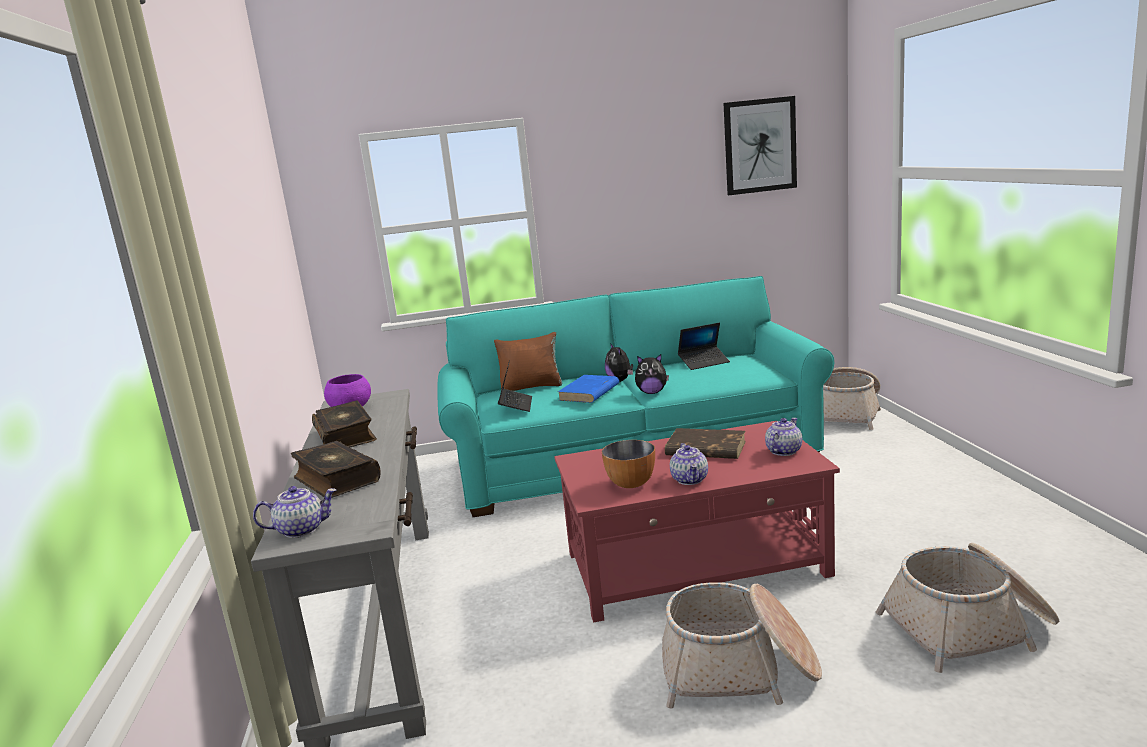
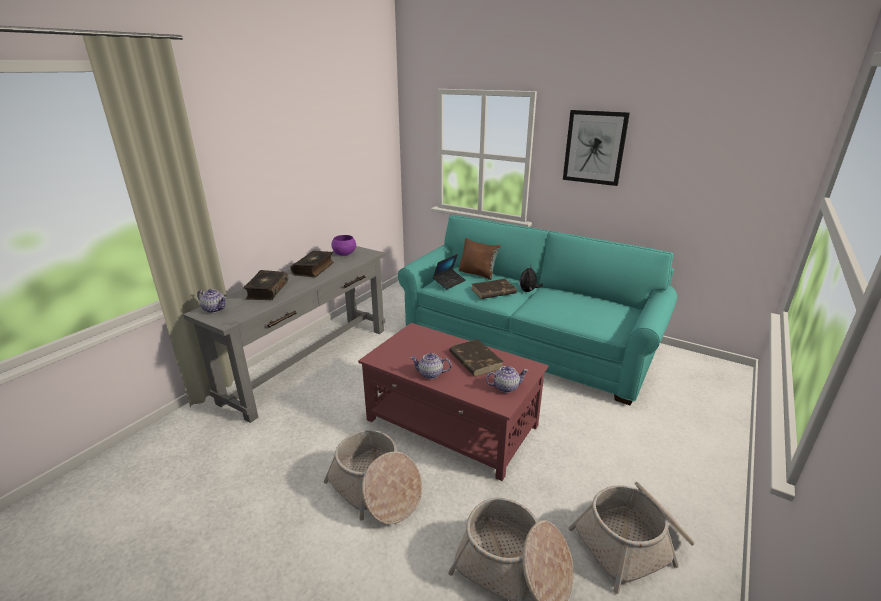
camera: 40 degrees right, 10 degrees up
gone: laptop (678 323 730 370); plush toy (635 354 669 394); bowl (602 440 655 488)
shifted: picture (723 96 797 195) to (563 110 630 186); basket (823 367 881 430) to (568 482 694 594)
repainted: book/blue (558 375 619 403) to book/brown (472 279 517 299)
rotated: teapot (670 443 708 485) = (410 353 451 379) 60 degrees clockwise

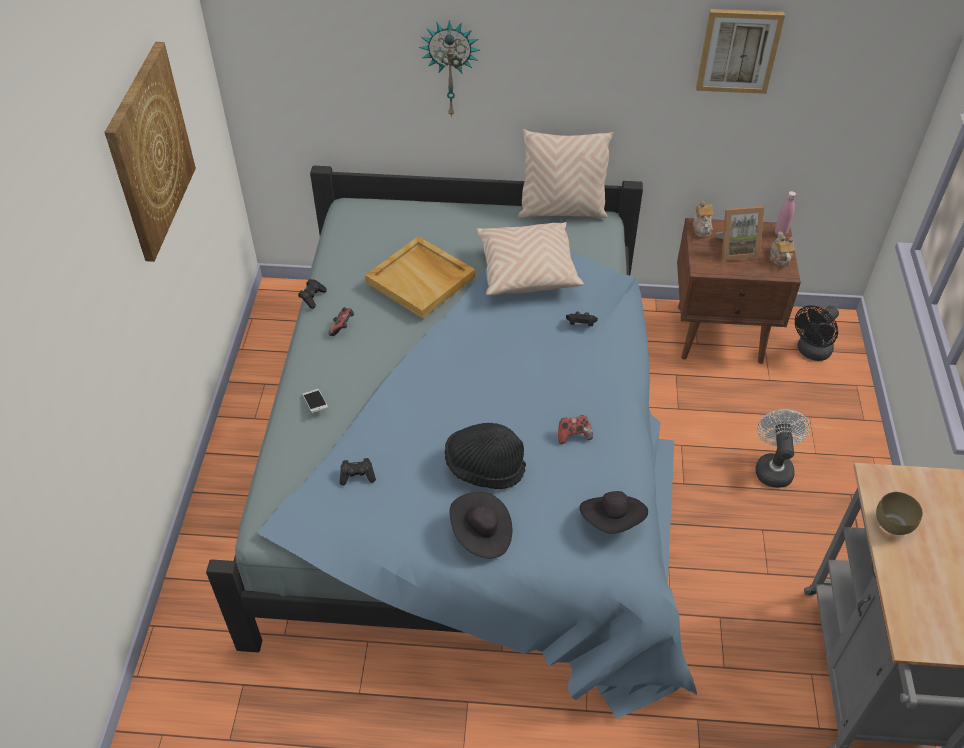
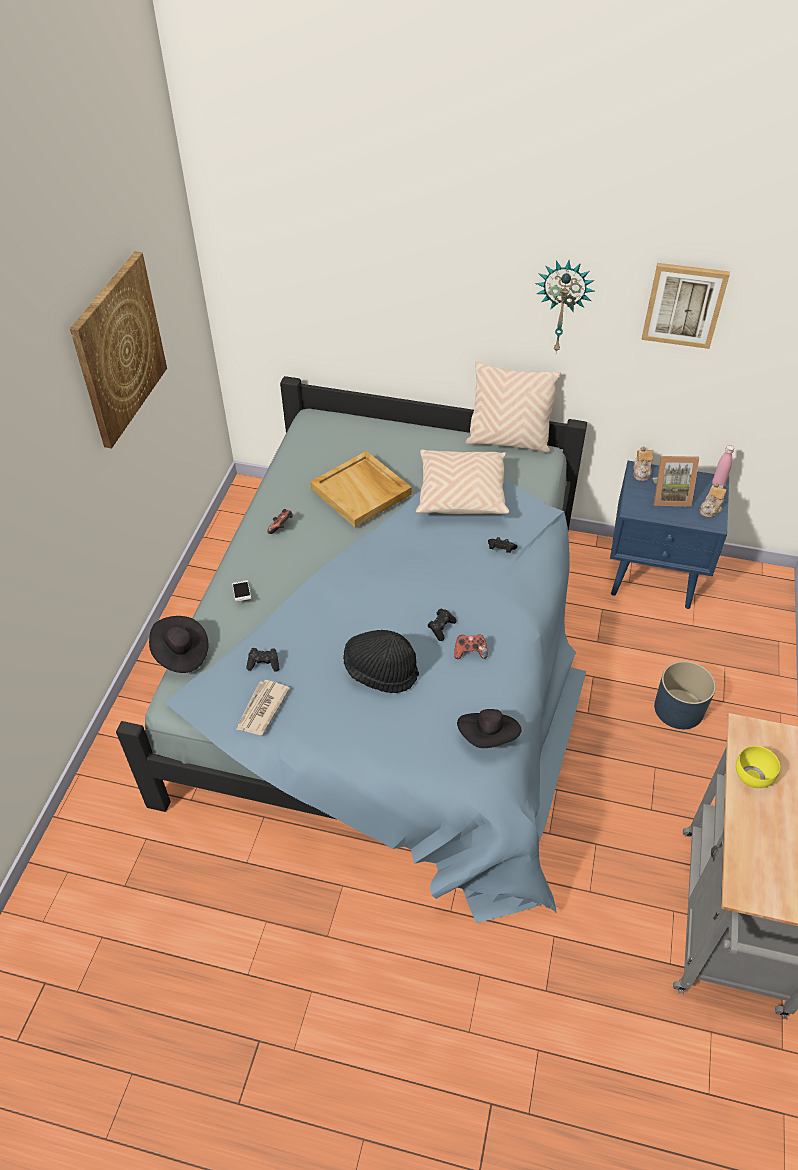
camera: 10 degrees right, 0 degrees up
gone: fan/black (795 305 839 361)
new: newspaper (236 680 290 735)
shifted: wall clock (419 20 480 118) to (535 260 595 352); game controller/black (298 279 327 309) to (427 609 456 641); hat/black (449 492 512 558) to (149 616 208 673)
swapped: fan/white (755 409 810 488) to planter/blue (654 661 716 729)
repainted: nightstand/brown (677 218 801 364) to nightstand/blue (610 461 729 609); bowl/brown (876 492 923 535) to bowl/yellow (736 746 780 788)
rotated: teapot (770 231 795 266) = (699 482 727 517) 150 degrees counterclockwise

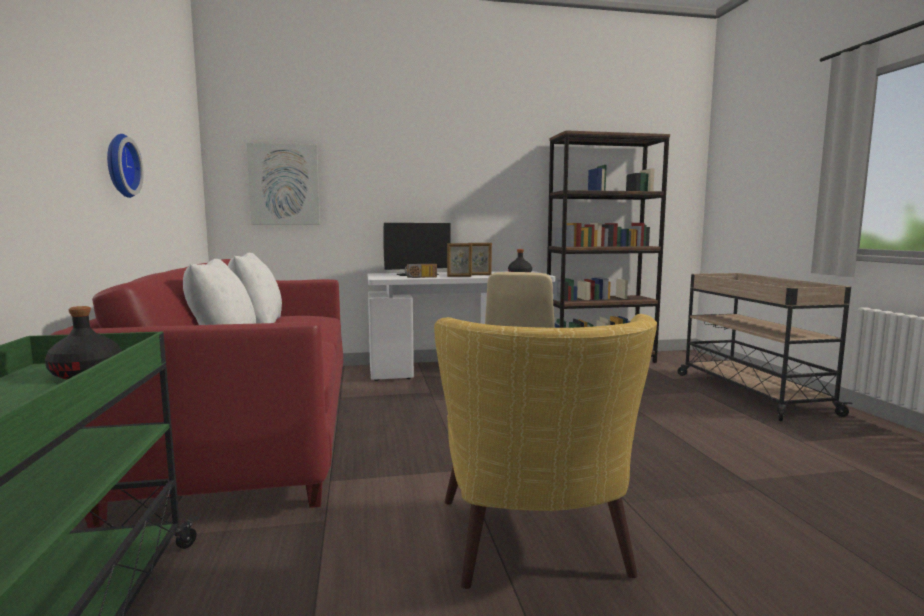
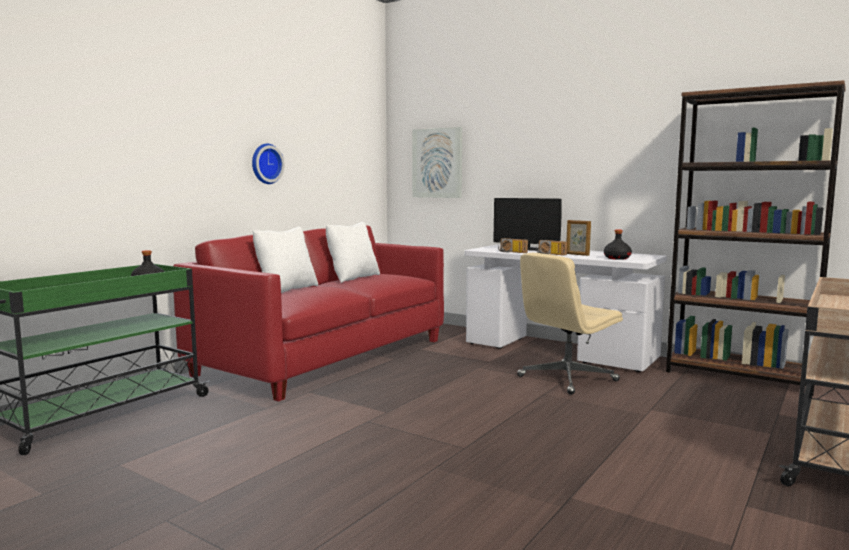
camera: 45 degrees right, 0 degrees up
gone: armchair/yellow (434 314 657 589)
swapped: picture frame (447 243 472 277) to radio (536 240 567 256)

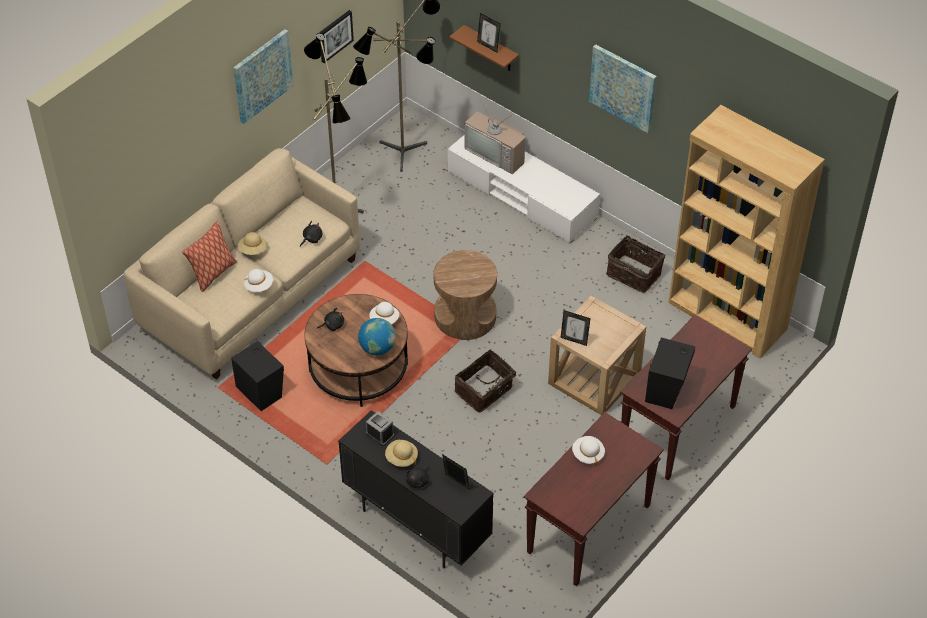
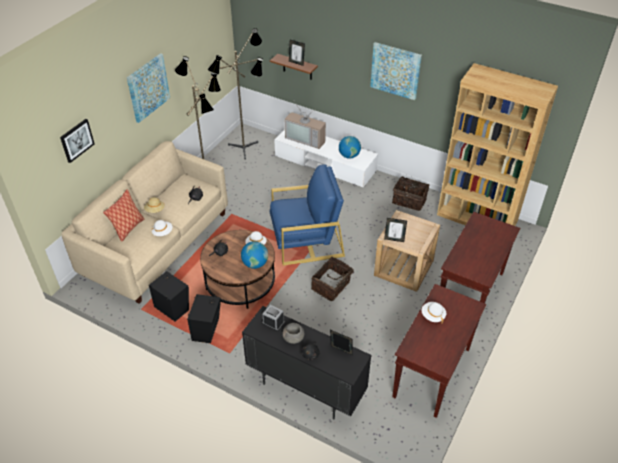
camera: 10 degrees left, 5 degrees down
new: globe (339 136 361 158)
shifted: picture (319 10 354 63) to (60 119 95 163); speaker/black (645 337 695 409) to (187 294 221 343)
swapped: side table/brown (434 250 497 340) to armchair/blue (270 164 345 266); hat/beige (385 440 418 467) to bowl/grey (283 323 305 344)

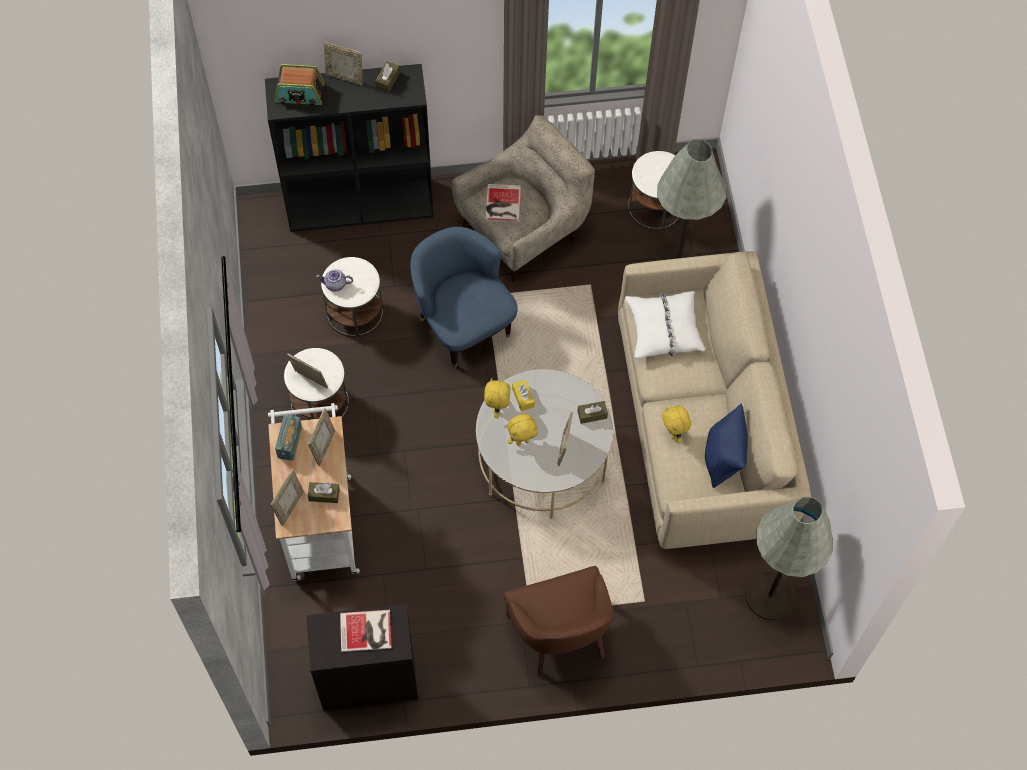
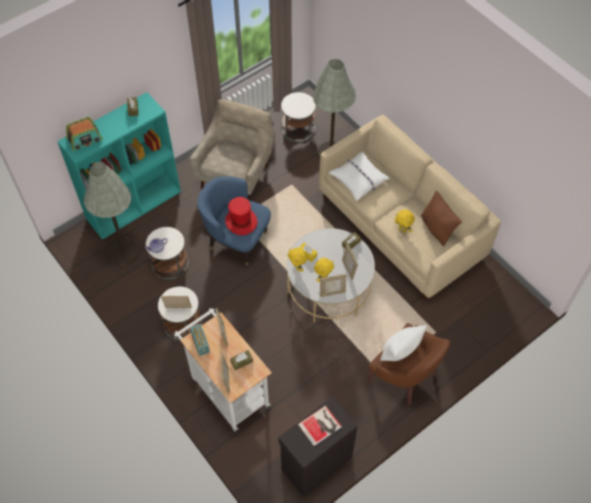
camera: 30 degrees left, 5 degrees down
gone: book (485 184 522 222)
new: hat/red (225 197 258 235); pillow/white (380 325 427 361)
shifted: picture frame (324 42 362 85) to (320 274 346 297); floor lamp/grey (746 497 833 620) to (84 162 140 264)
repainted: bookcase/black (265 64 434 232) to bookcase/turquoise (57 92 181 239); pillow/blue (705 404 748 488) to pillow/brown (421 190 462 246)

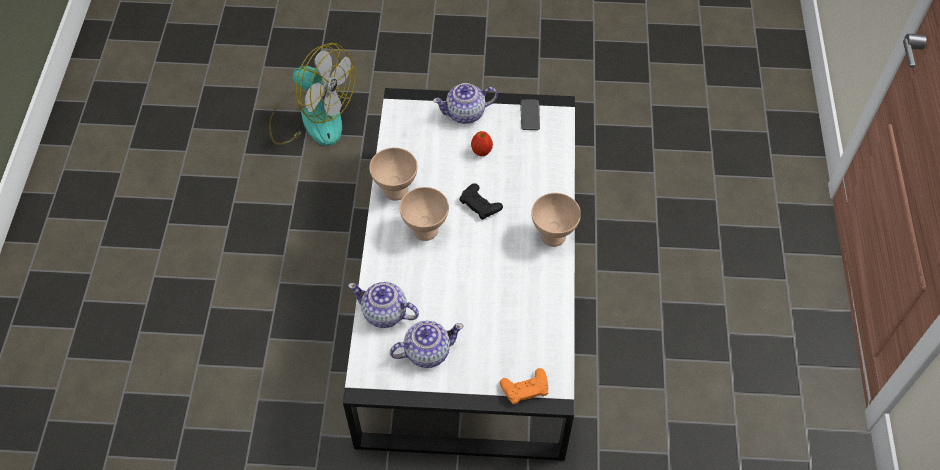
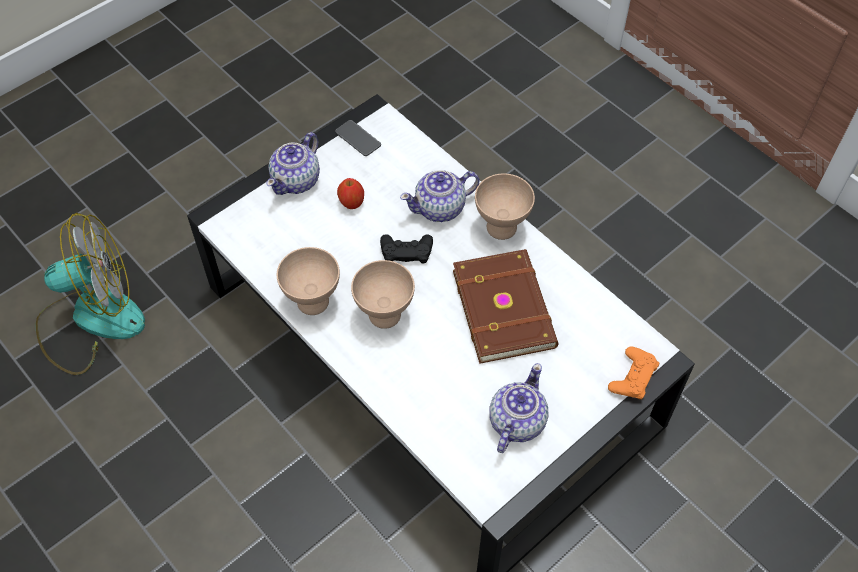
camera: 45 degrees left, 0 degrees up
new: book/brown (453 249 559 364)
shifted: teapot (348 282 419 328) to (400 170 479 222)

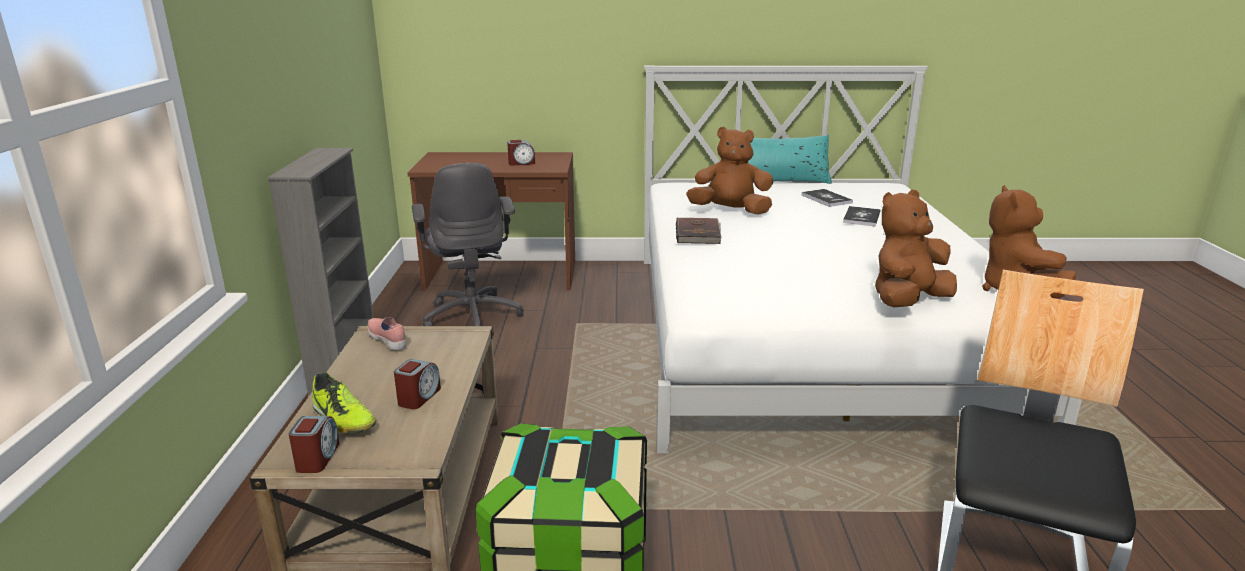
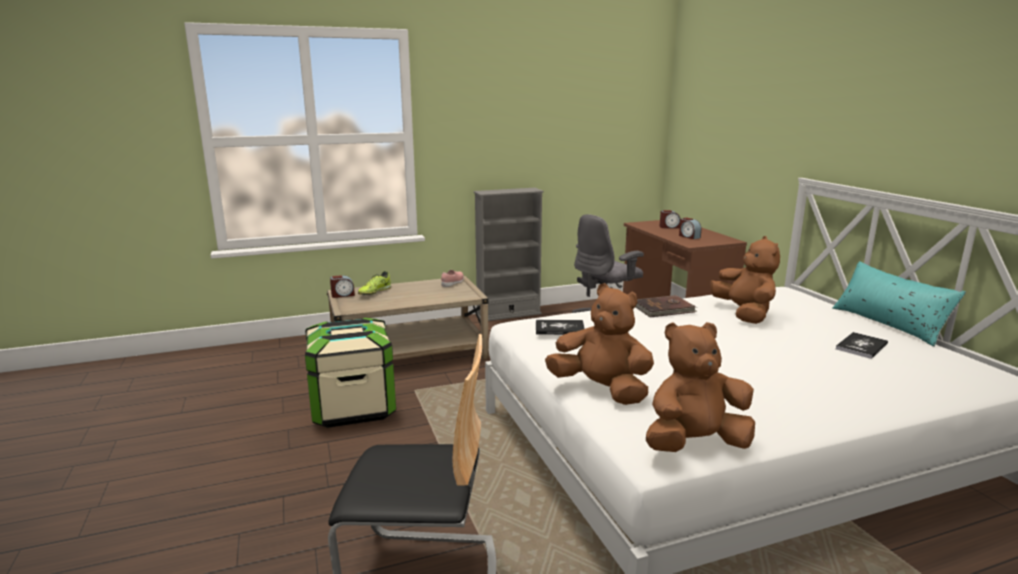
camera: 70 degrees right, 5 degrees down
shifted: book (843 206 880 227) to (536 320 585 335); alarm clock (394 359 441 409) to (660 210 681 228)

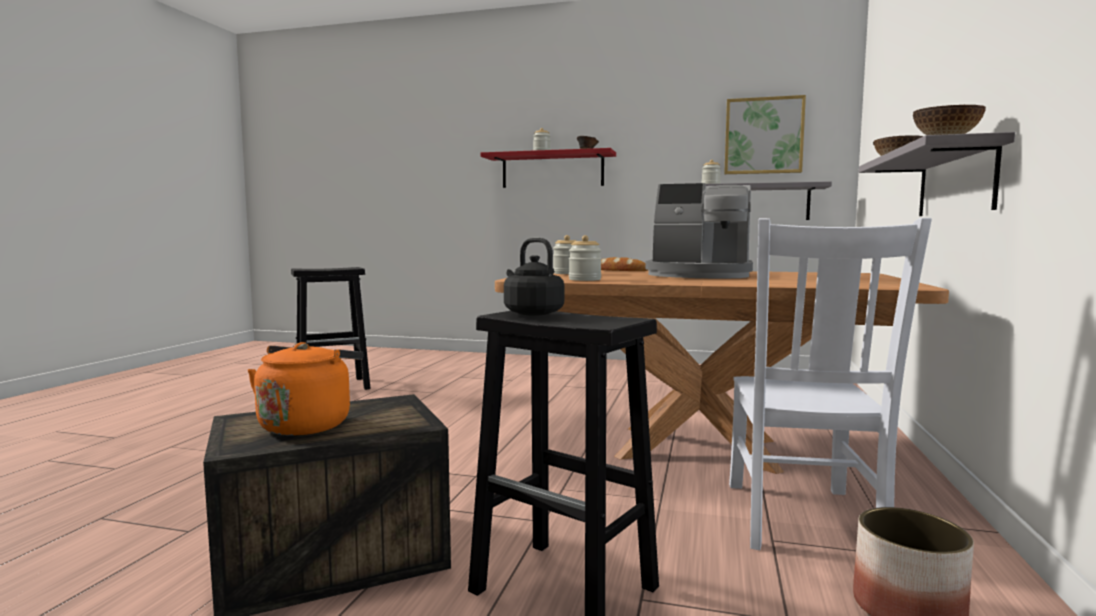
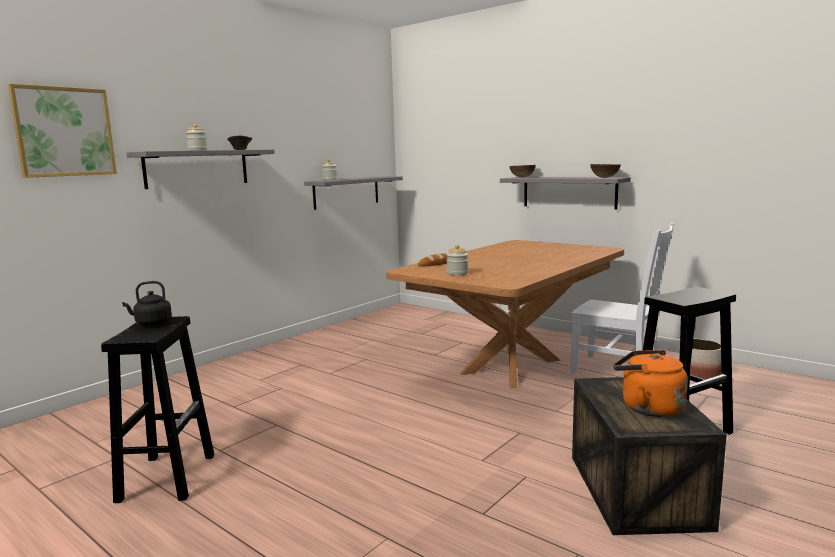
camera: 65 degrees left, 5 degrees up
gone: coffee machine (645 183 753 279); jar (569 235 602 281)
shifted: picture (724 95 806 174) to (8 84 117 178); kettle/black (504 238 564 315) to (122 281 172 325)
repainted: shelf/red (480 148 616 188) to shelf/grey (127 150 275 189)

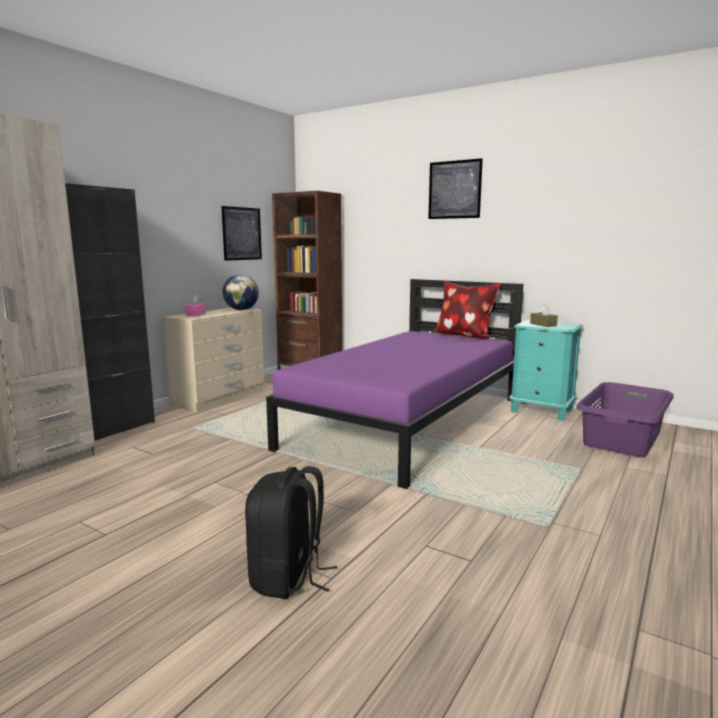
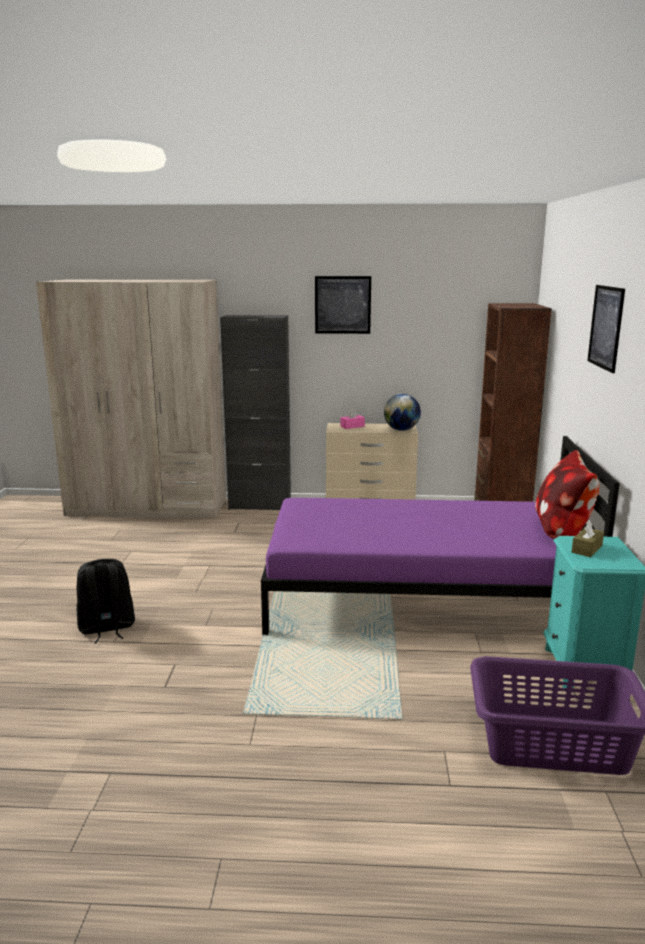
camera: 60 degrees right, 5 degrees up
shifted: picture (221 206 262 261) to (315 276 371 334)

